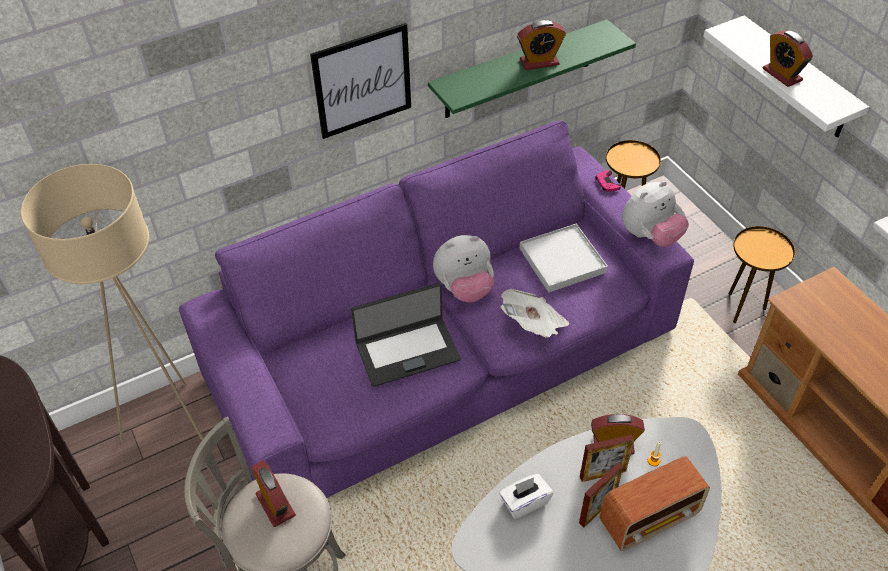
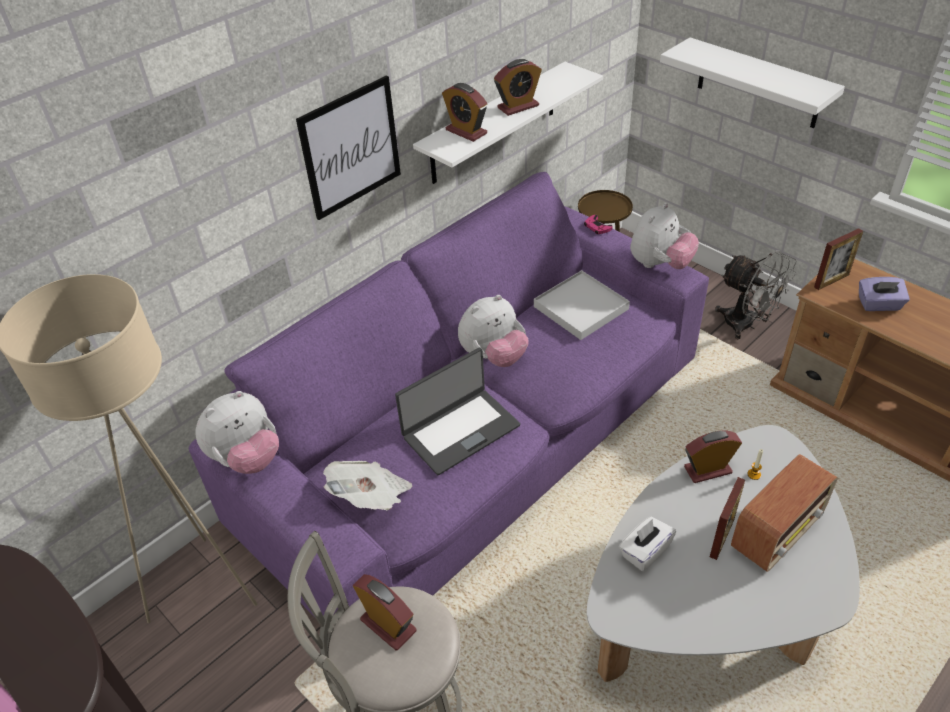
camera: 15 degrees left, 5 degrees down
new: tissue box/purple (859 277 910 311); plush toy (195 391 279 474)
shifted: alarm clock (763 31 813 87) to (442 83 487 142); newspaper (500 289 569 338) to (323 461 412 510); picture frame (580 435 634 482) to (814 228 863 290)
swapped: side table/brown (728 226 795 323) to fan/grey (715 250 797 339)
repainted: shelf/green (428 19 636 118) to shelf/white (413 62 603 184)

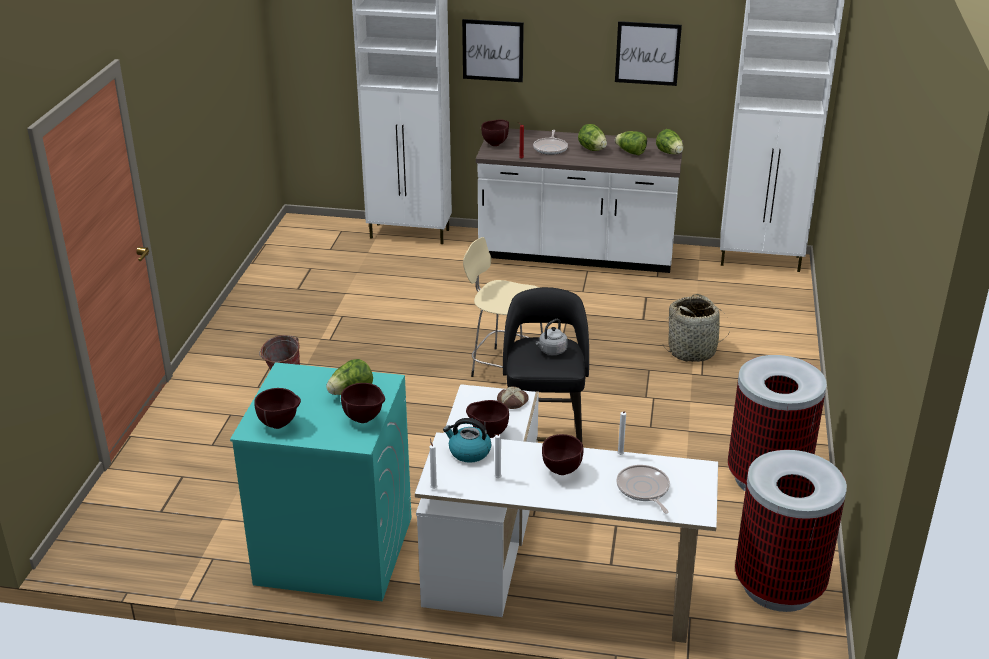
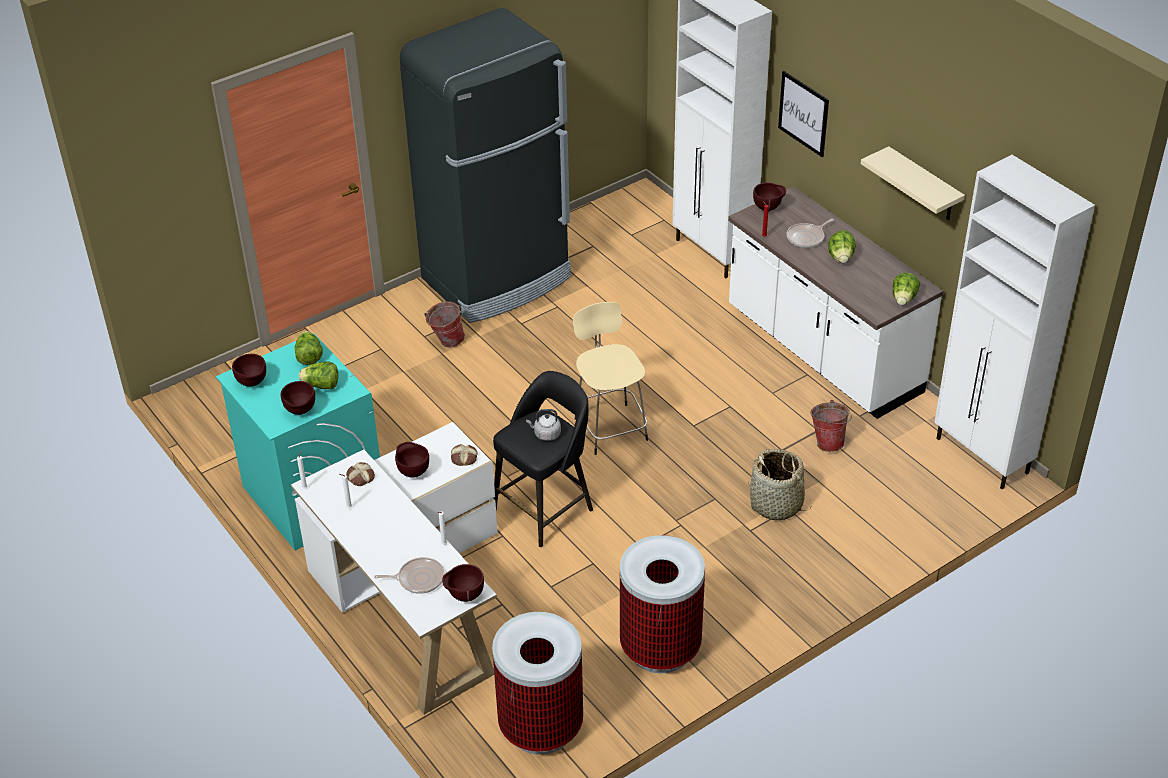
camera: 45 degrees right, 10 degrees up
new: fridge/black (400 8 571 323); bucket (811 400 852 452)
shifted: lettuce (615 131 647 155) to (295 331 323 365); bowl/brown (542 434 584 475) to (442 564 484 602)
swapped: picture (615 21 682 86) to shelf/beige (861 146 965 220); kettle (443 418 491 463) to bread (346 462 375 486)
rotated: frying pan (616 465 670 514) = (374 557 445 594) 60 degrees clockwise

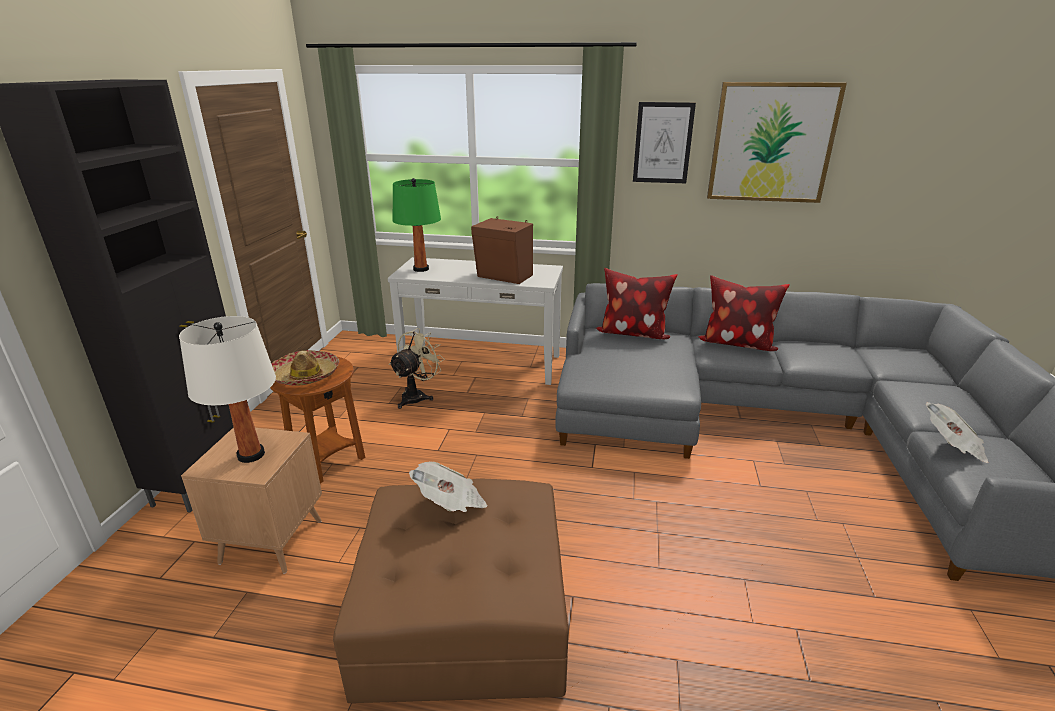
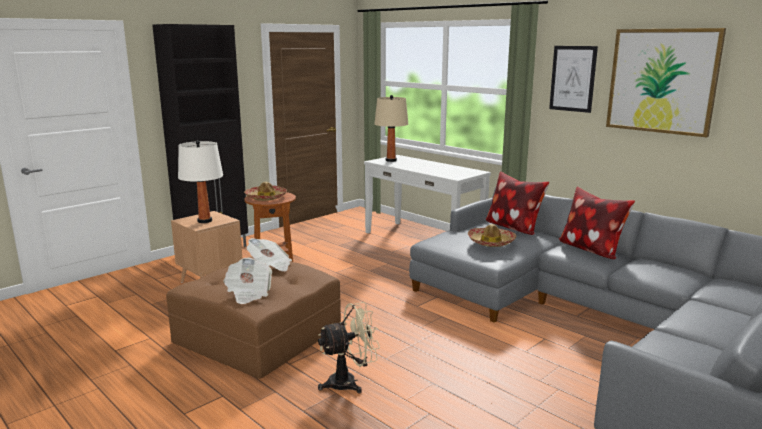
camera: 35 degrees right, 10 degrees down
gone: speaker/brown (471 216 533 284)
new: hat (468 224 517 247)
shifted: fan/beige (389 328 445 409) to (318 302 380 393); newspaper (926 402 989 463) to (223 258 272 304)
repainted: table lamp/green (393 178 441 272) to table lamp/beige (374 95 408 162)

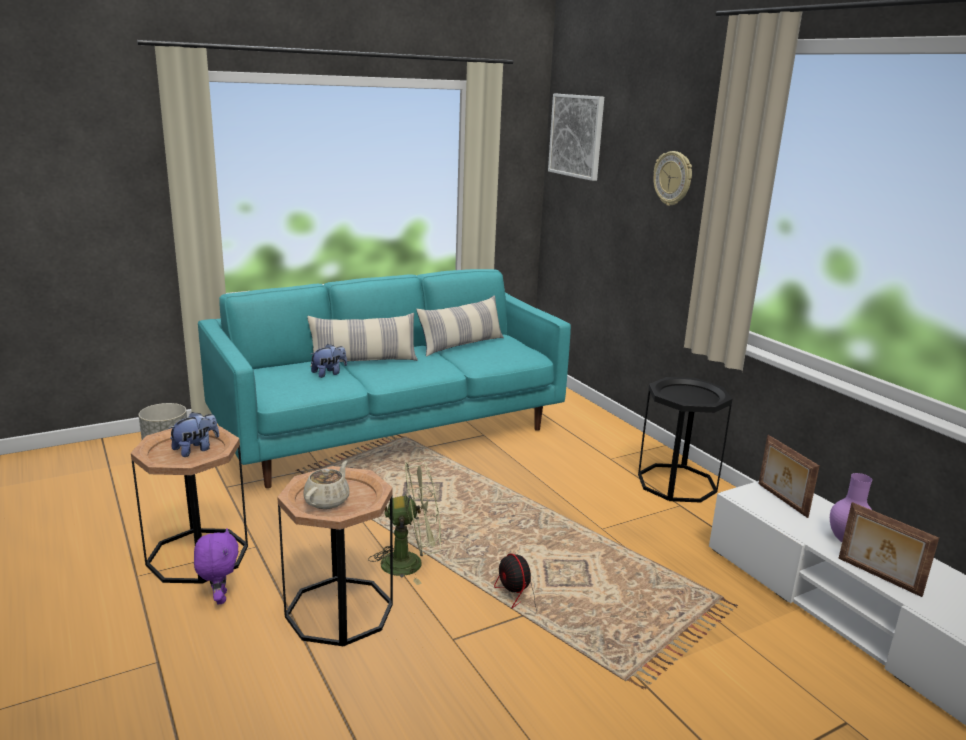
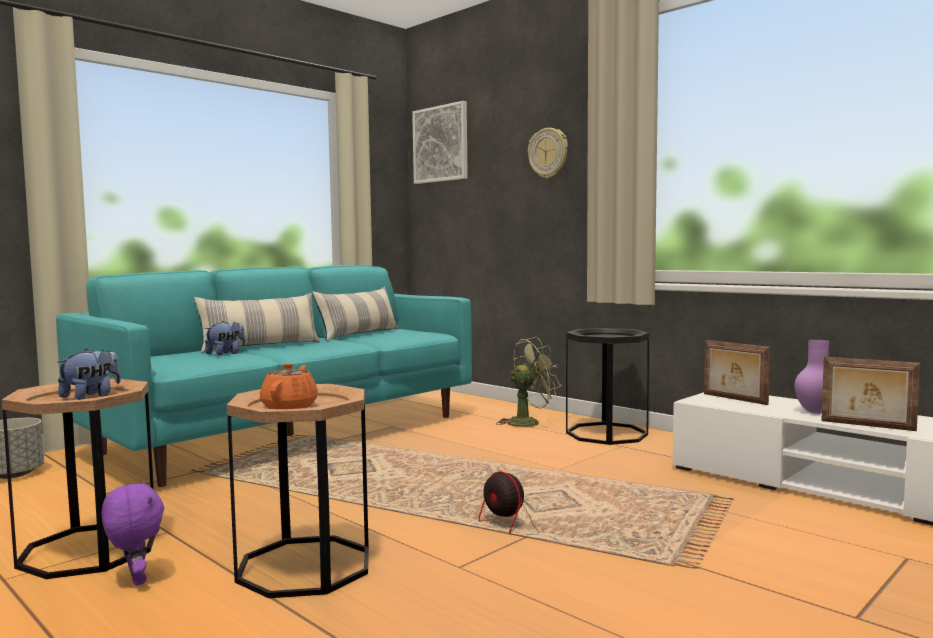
camera: 15 degrees left, 15 degrees down
shifted: fan/green (368 460 441 585) to (496 337 562 428)
repainted: teapot/beige (304 460 350 509) to teapot/orange (260 363 318 409)

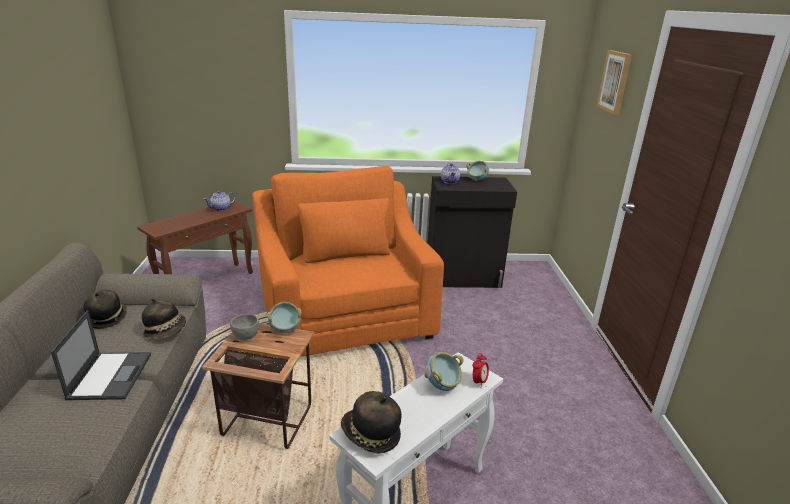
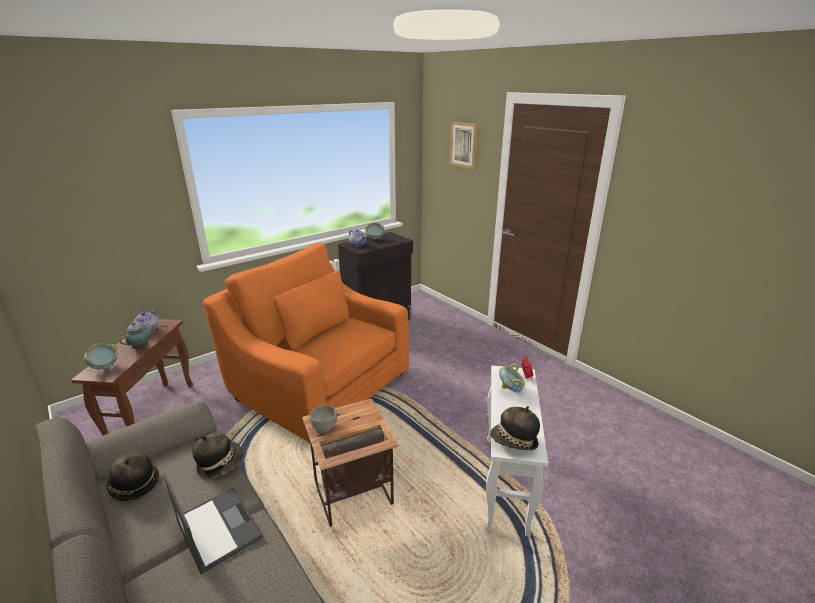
camera: 35 degrees left, 0 degrees up
new: teapot (120 322 154 350)
shifted: bowl (267 302 302 333) to (84 343 117 369)

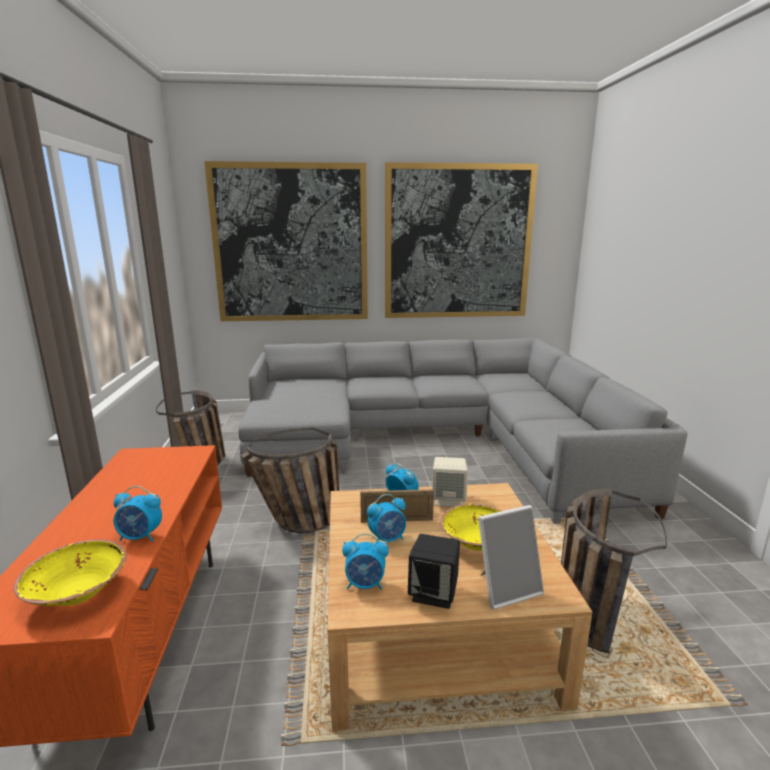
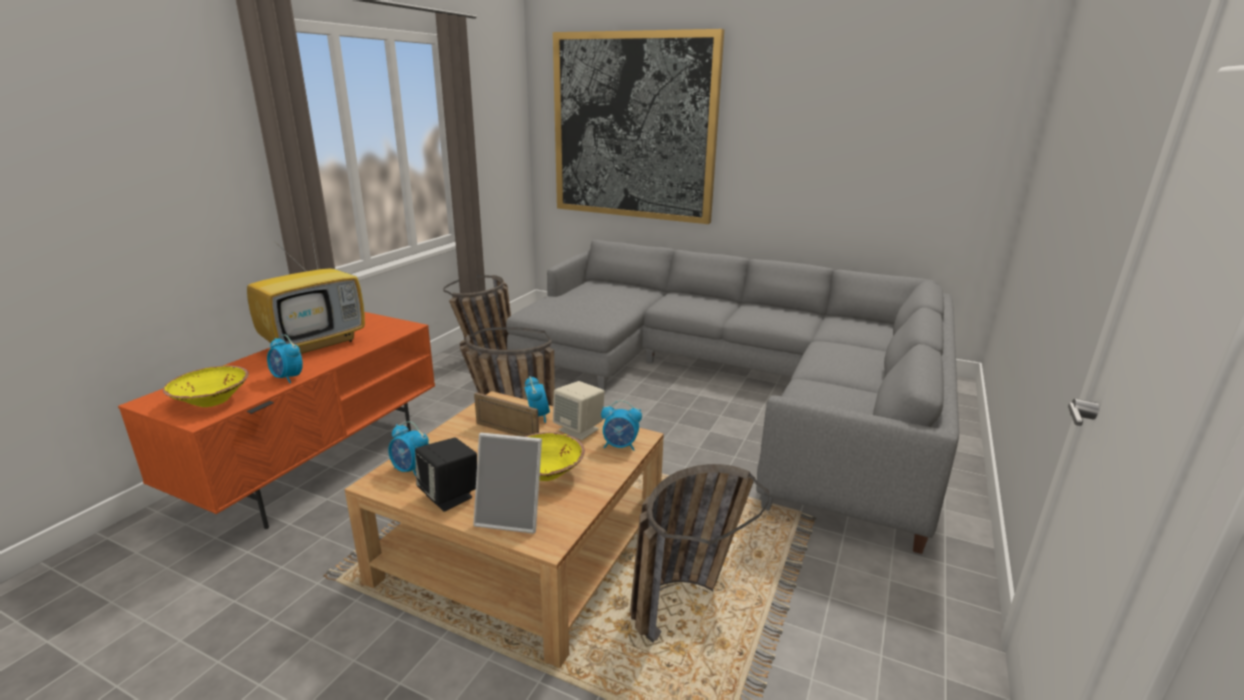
camera: 30 degrees right, 5 degrees up
gone: picture (385 162 538 318)
new: television (247 222 365 354)
shifted: alarm clock (367 494 406 542) to (601 400 642 451)

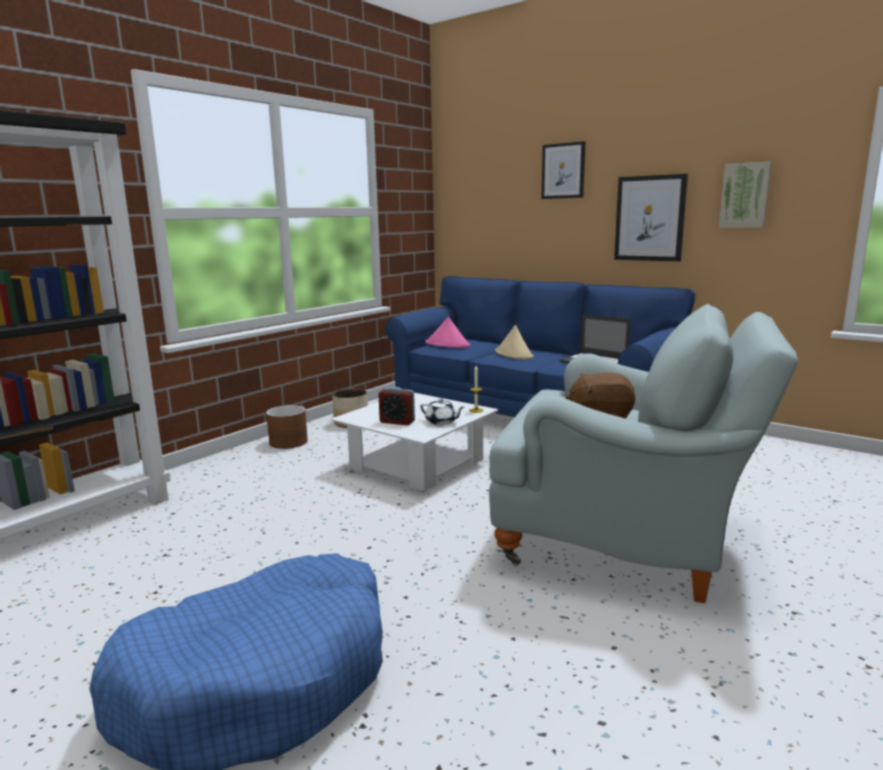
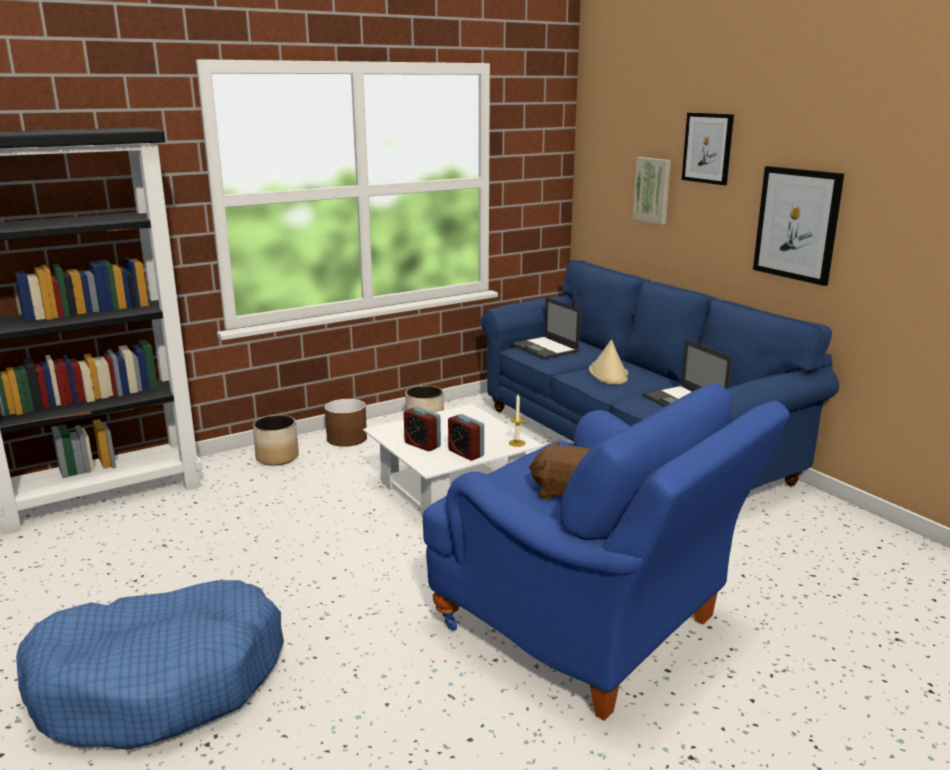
camera: 20 degrees right, 5 degrees up
new: planter (253 415 299 466)
shifted: picture (719 161 772 228) to (633 157 671 225)
swapped: hat/pink (426 317 471 348) to laptop (512 297 581 359); teapot/white (420 398 465 425) to alarm clock (448 414 484 460)
repainted: armchair/grey (489 304 799 603) to armchair/blue (423 382 790 721)

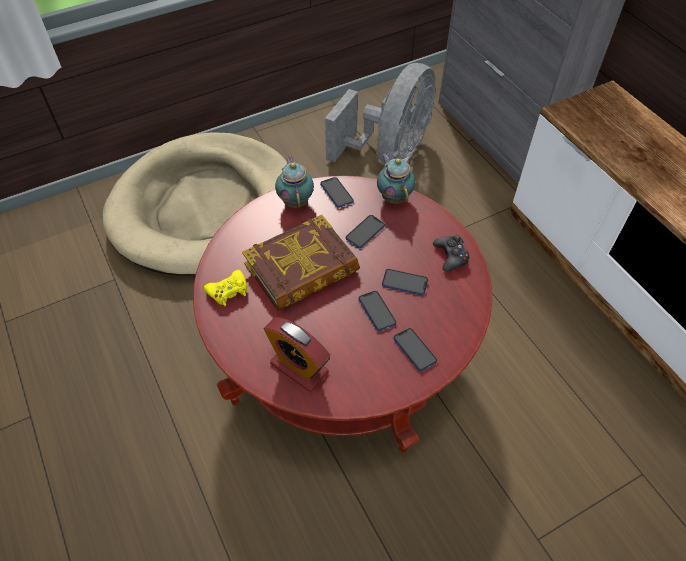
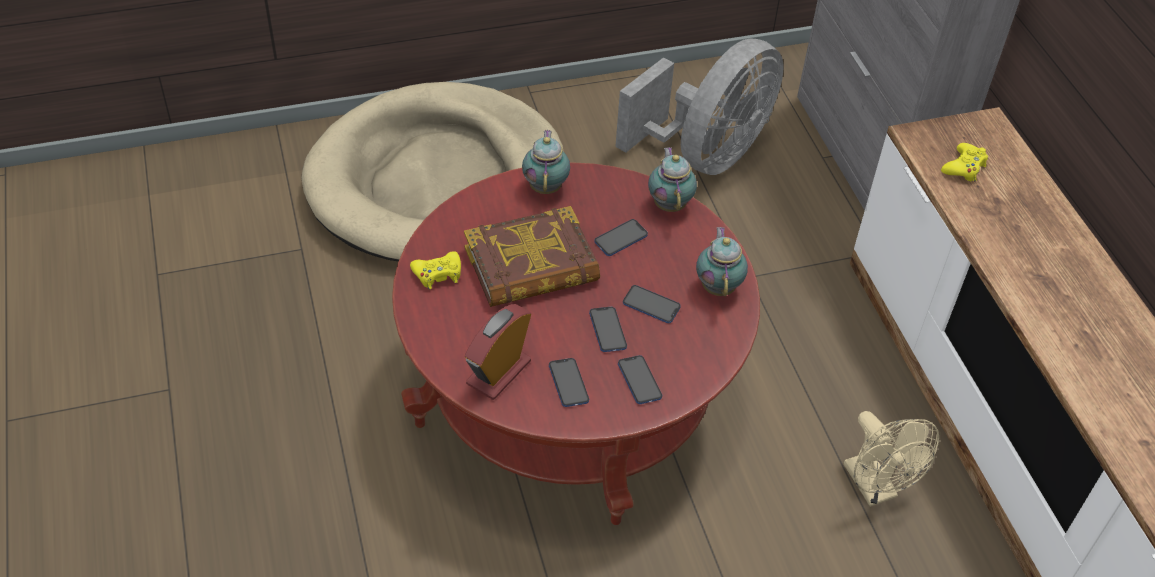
camera: 10 degrees right, 5 degrees down
new: game controller/yellow (941 143 988 182); fan/beige (844 411 939 507)
shifted: phone (320 177 354 208) to (549 358 589 407)
swapped: game controller/black (433 235 469 272) to teapot (696 227 748 296)
rotated: alarm clock (264 317 330 392) = (465 304 531 400) 75 degrees clockwise

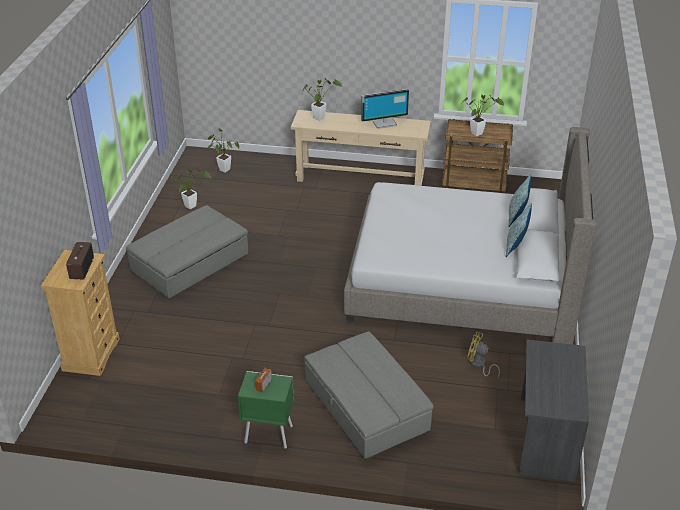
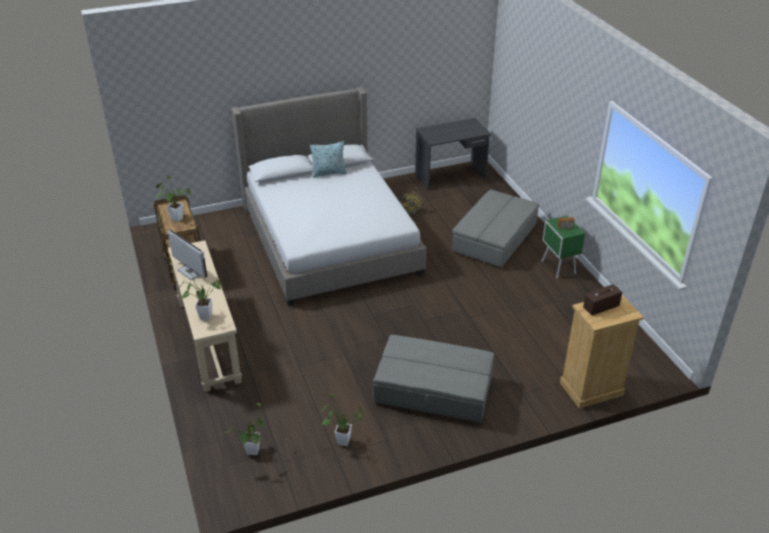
camera: 120 degrees left, 0 degrees up
gone: pillow (508 174 531 227)

